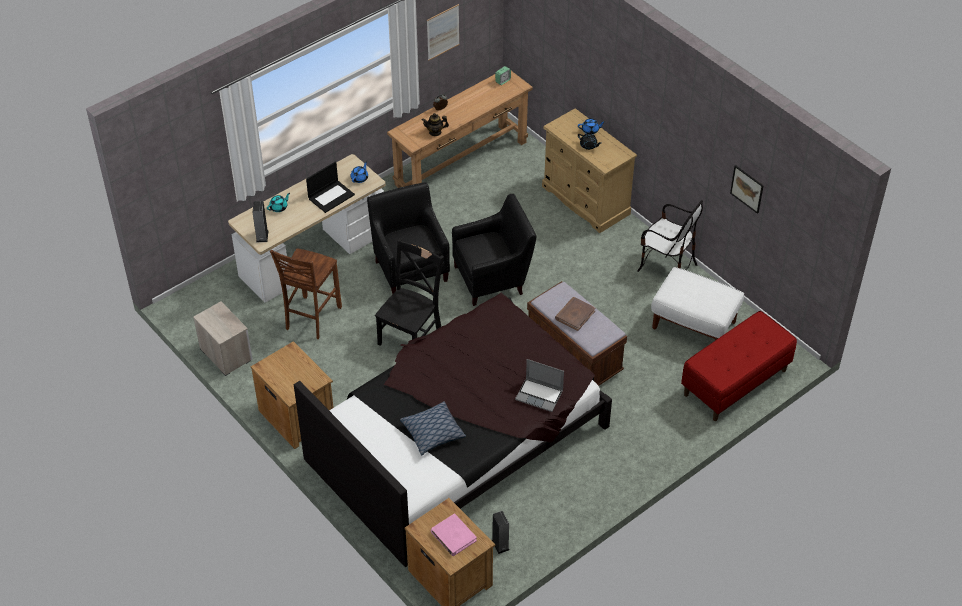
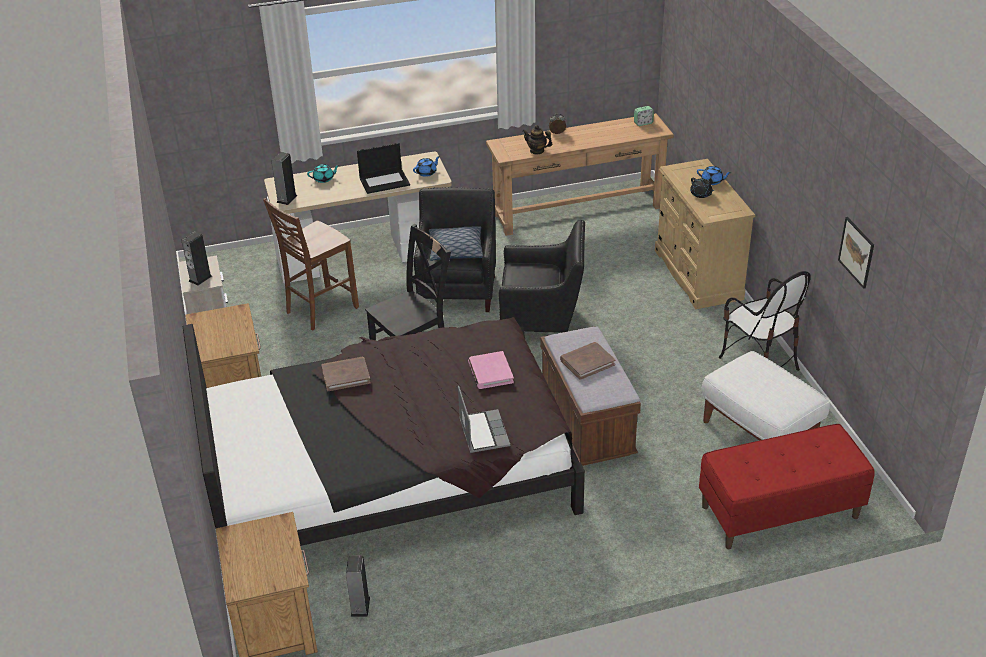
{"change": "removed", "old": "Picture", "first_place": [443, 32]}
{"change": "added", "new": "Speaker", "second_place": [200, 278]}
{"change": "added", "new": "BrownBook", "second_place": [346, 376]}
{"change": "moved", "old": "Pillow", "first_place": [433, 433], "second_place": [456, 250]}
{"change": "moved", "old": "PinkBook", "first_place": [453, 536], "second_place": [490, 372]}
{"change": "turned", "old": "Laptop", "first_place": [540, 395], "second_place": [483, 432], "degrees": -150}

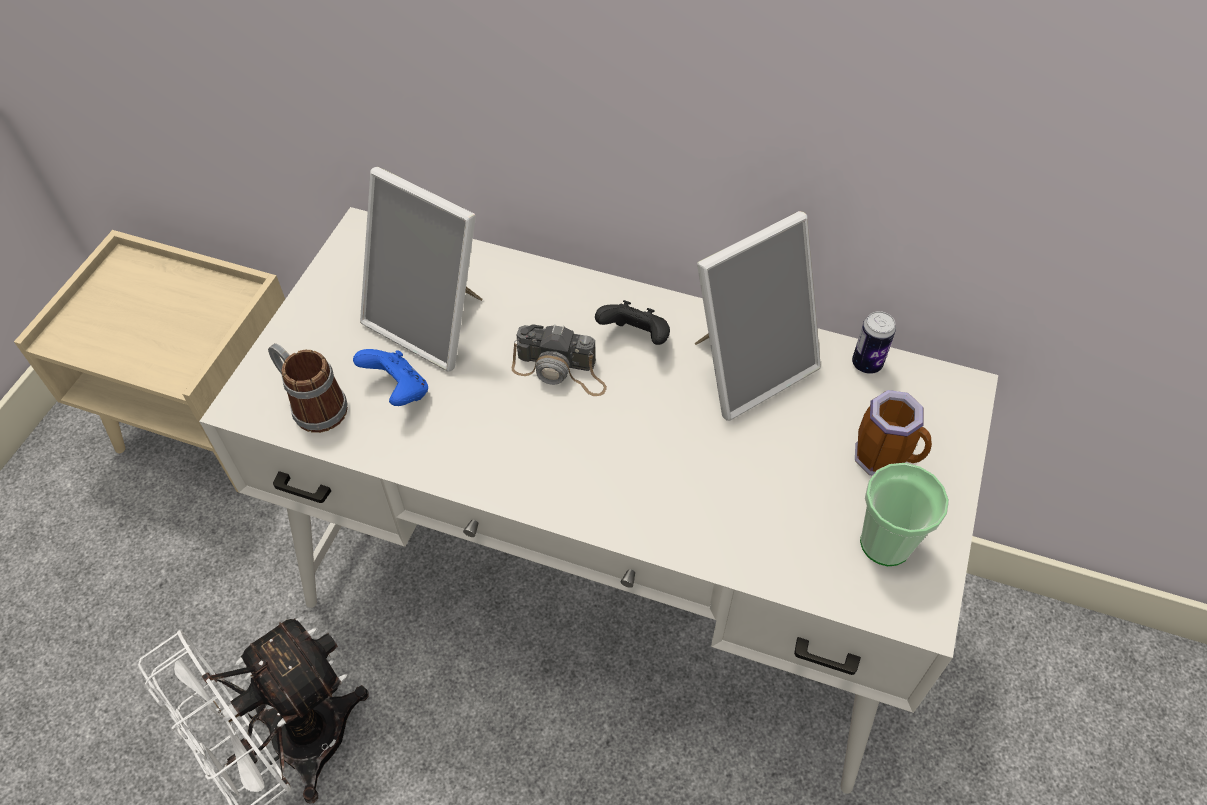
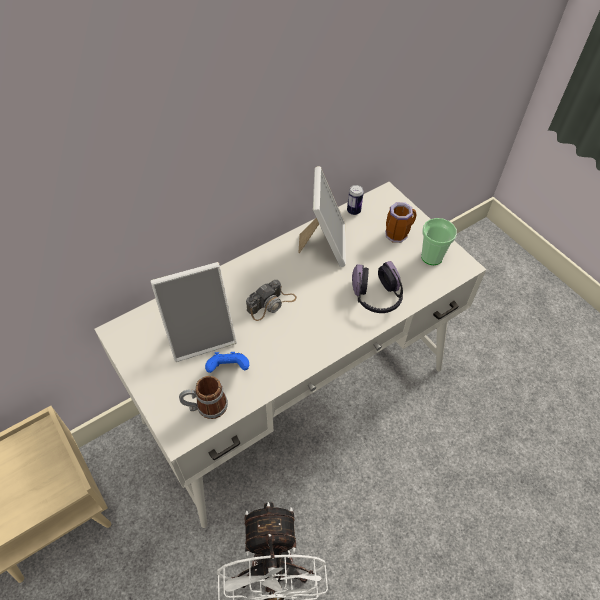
{"change": "removed", "old": "BlackGameController", "first_place": [635, 337]}
{"change": "added", "new": "Headphones", "second_place": [376, 296]}

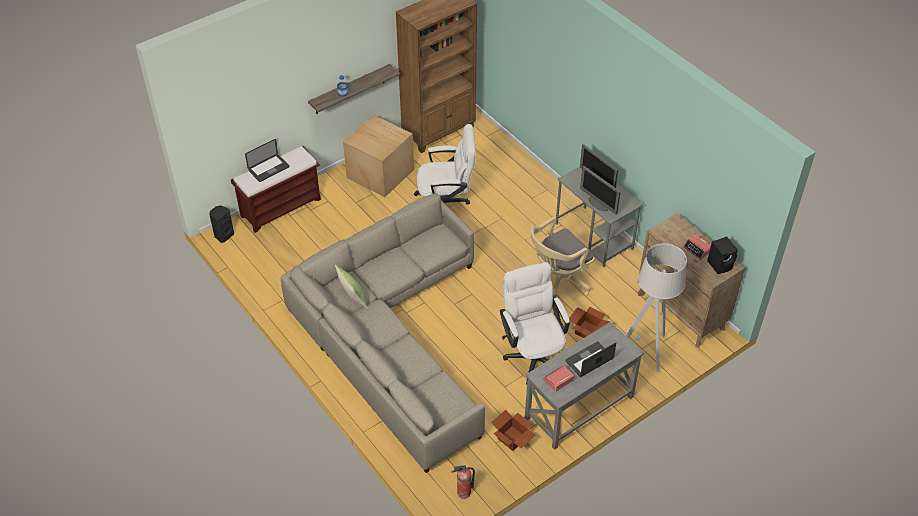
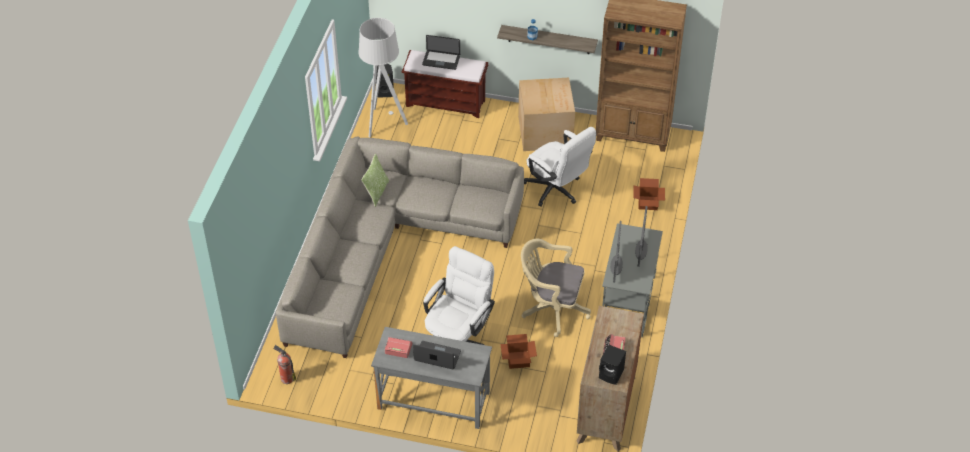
{"change": "moved", "old": "CardboardBox", "first_place": [512, 439], "second_place": [647, 203]}
{"change": "moved", "old": "GreyFloorLamp", "first_place": [647, 351], "second_place": [383, 123]}

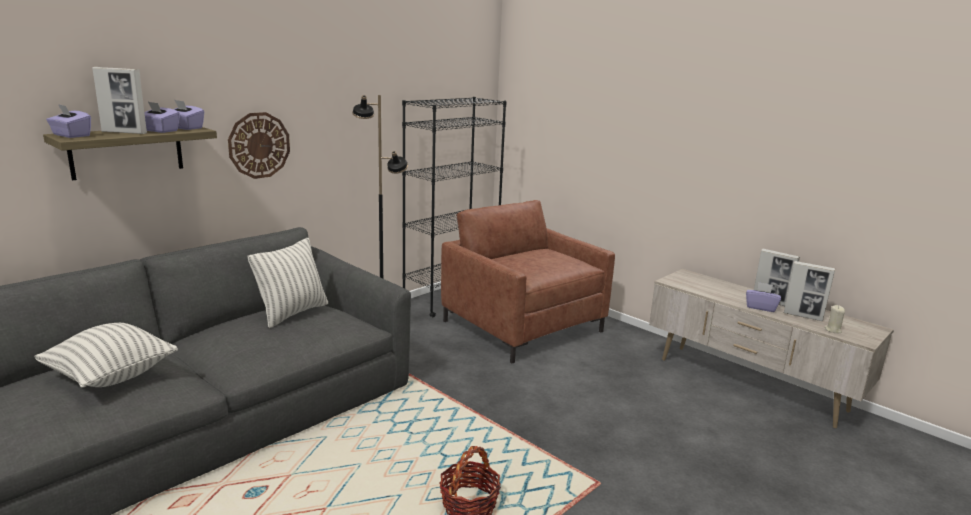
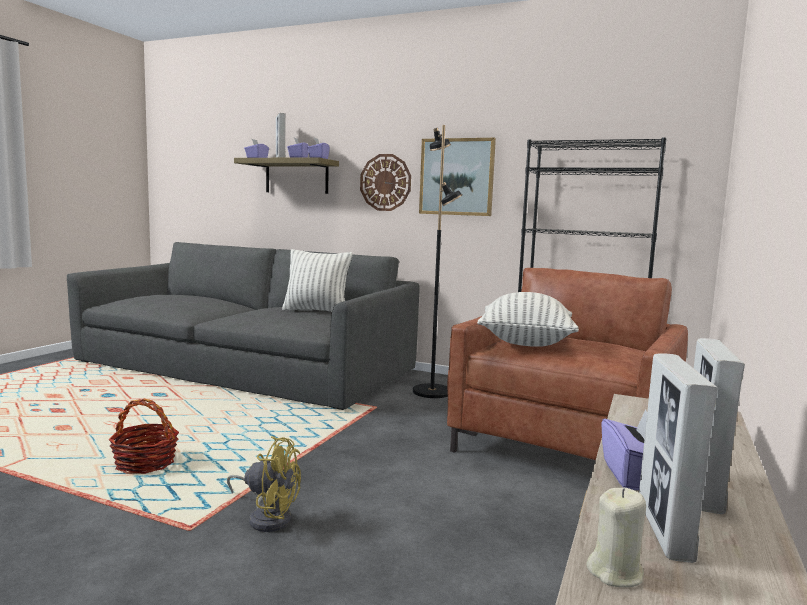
{"change": "added", "new": "YellowFan", "second_place": [267, 517]}
{"change": "added", "new": "Picture", "second_place": [457, 177]}
{"change": "moved", "old": "Pillow", "first_place": [111, 376], "second_place": [525, 343]}

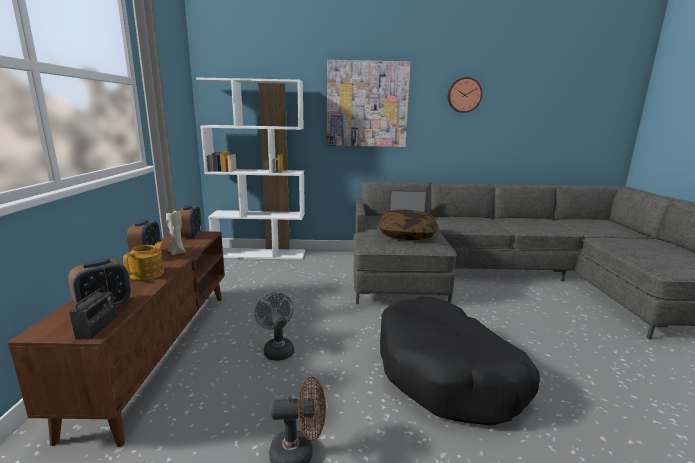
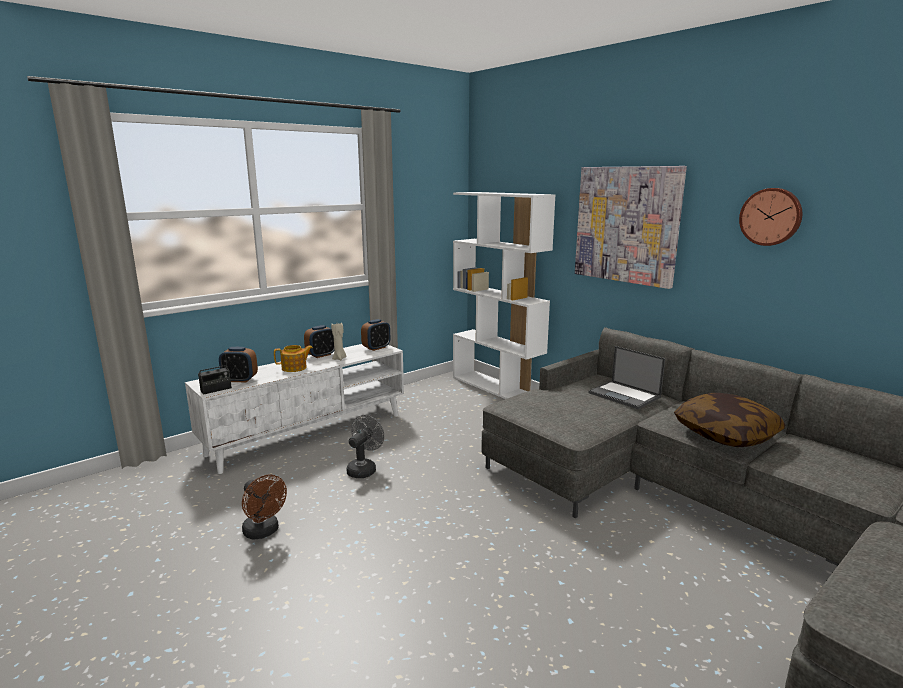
{"change": "removed", "old": "BlackDogBed", "first_place": [447, 373]}
{"change": "moved", "old": "Pillow", "first_place": [407, 235], "second_place": [726, 434]}
{"change": "recoloured", "old": "BrownTvStand", "new": "WhiteTvStand", "first_place": [160, 350], "second_place": [309, 433]}

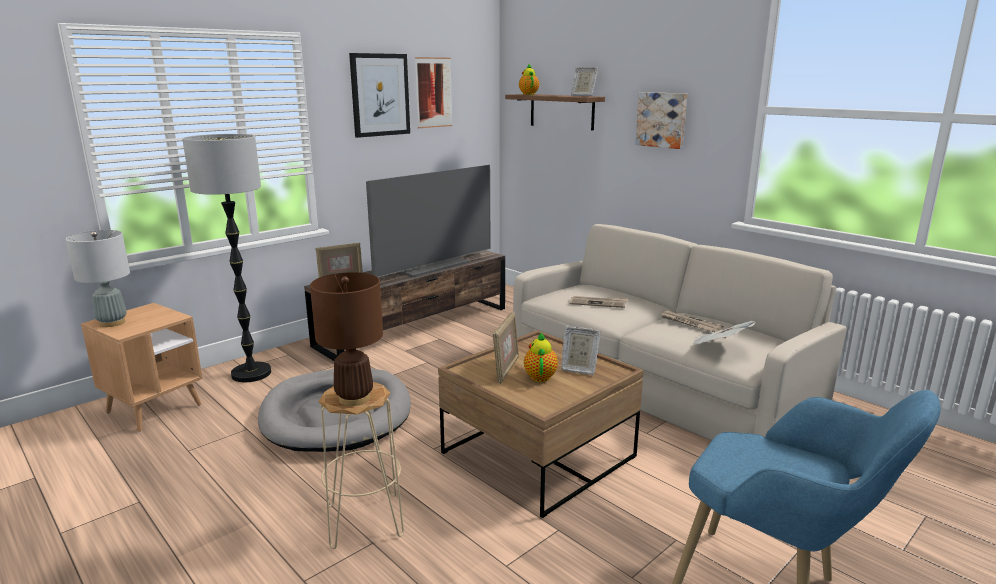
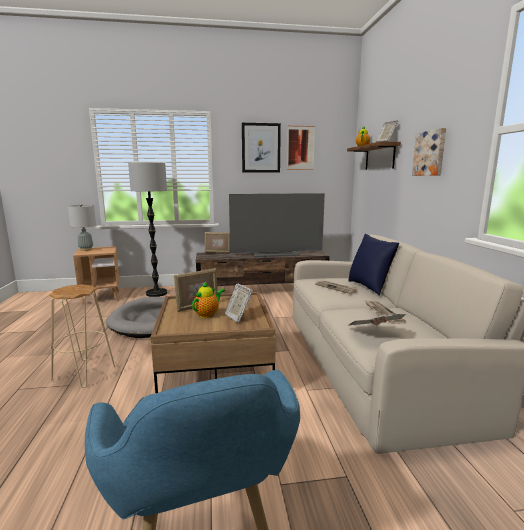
{"change": "removed", "old": "BrownTableLamp", "first_place": [354, 398]}
{"change": "added", "new": "BluePillow", "second_place": [369, 287]}

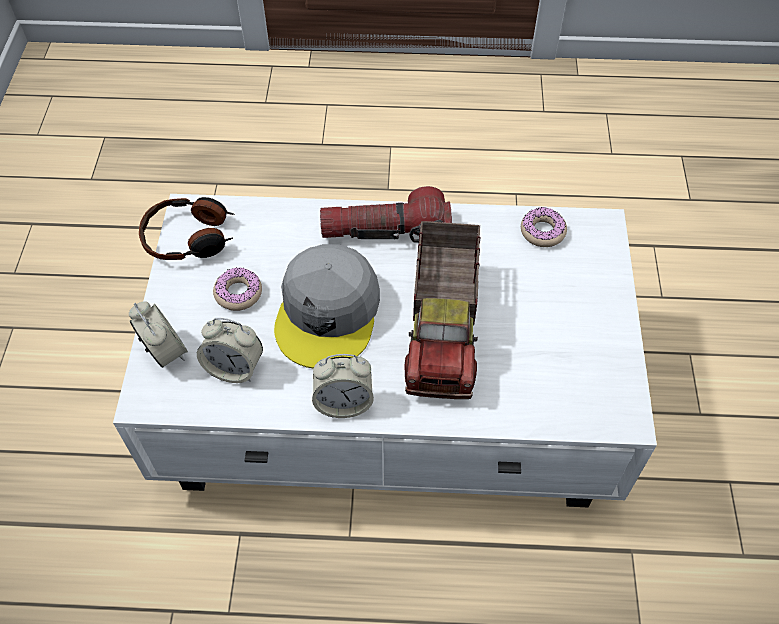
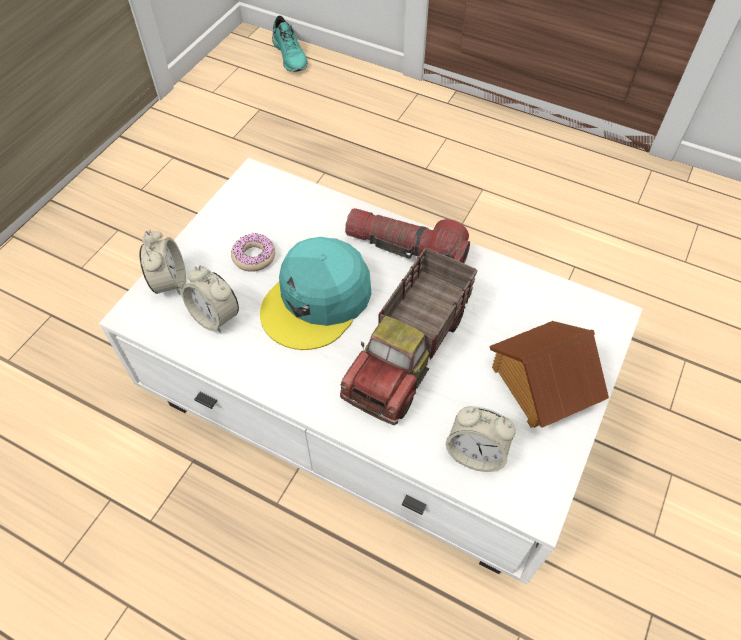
{"change": "removed", "old": "Headphones", "first_place": [189, 238]}
{"change": "removed", "old": "Donut", "first_place": [542, 232]}
{"change": "added", "new": "TurquoiseShoe", "second_place": [291, 56]}
{"change": "added", "new": "ToyHouse", "second_place": [540, 384]}
{"change": "moved", "old": "AlarmClock", "first_place": [343, 402], "second_place": [475, 453]}
{"change": "recoloured", "old": "GreyCap", "new": "TurquoiseCap", "first_place": [328, 312], "second_place": [317, 300]}

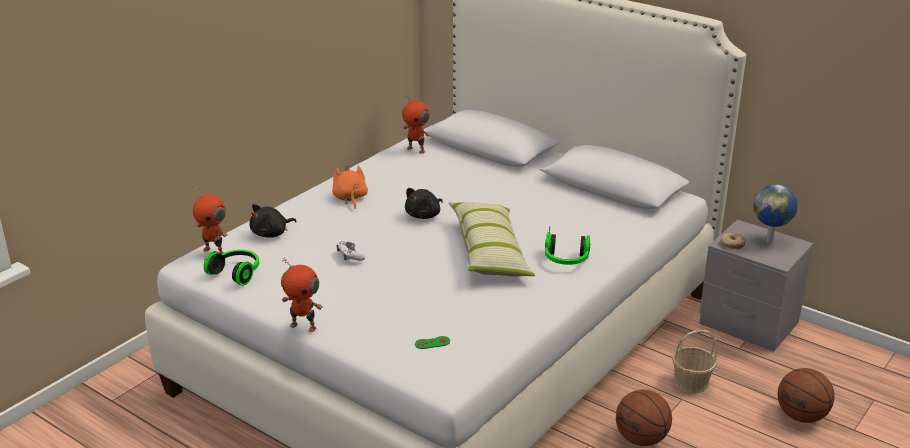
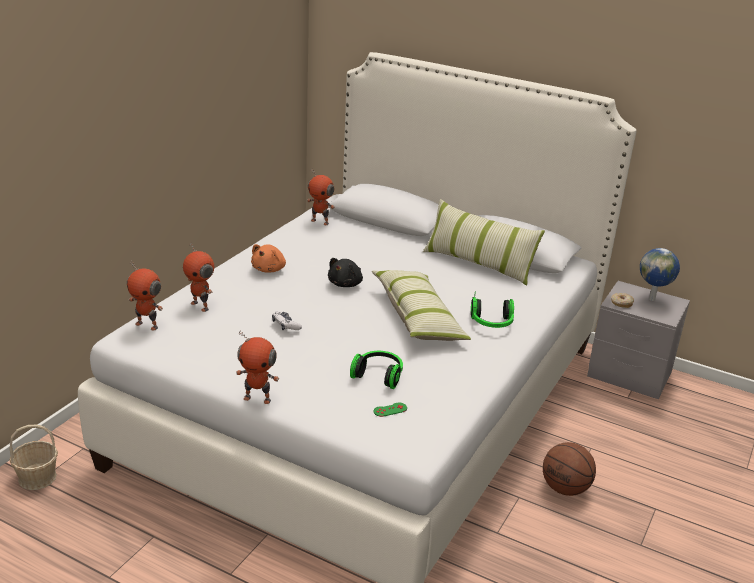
{"change": "removed", "old": "Basketball", "first_place": [802, 416]}
{"change": "added", "new": "Pillow", "second_place": [478, 263]}
{"change": "moved", "old": "Headphones", "first_place": [237, 273], "second_place": [379, 375]}
{"change": "moved", "old": "Basket", "first_place": [691, 382], "second_place": [37, 477]}
{"change": "replaced", "old": "BlackPlushToy", "new": "ToyRobot", "first_place": [271, 234], "second_place": [201, 306]}
{"change": "turned", "old": "OrangePlushToy", "first_place": [350, 198], "second_place": [269, 269], "degrees": -135}

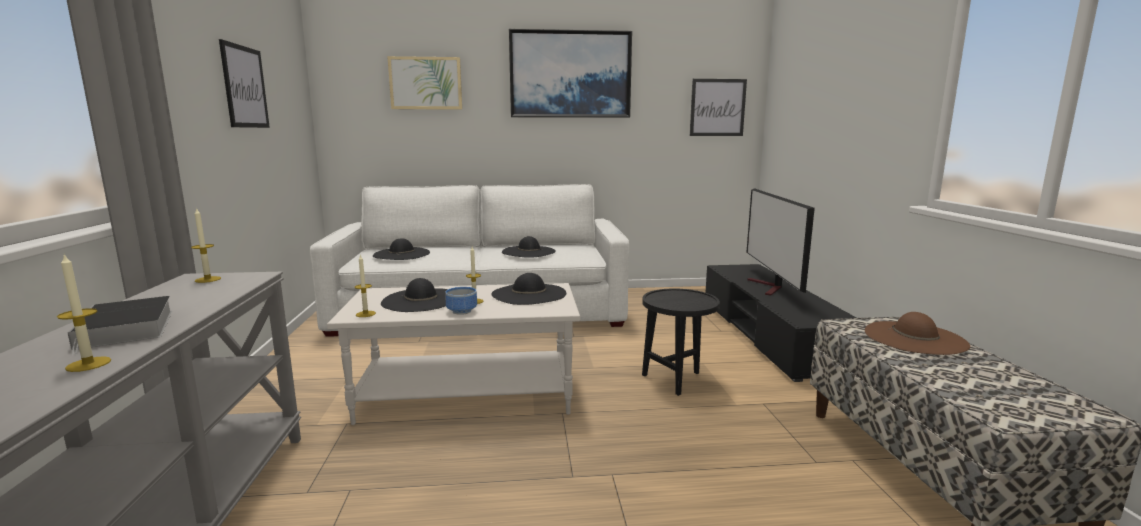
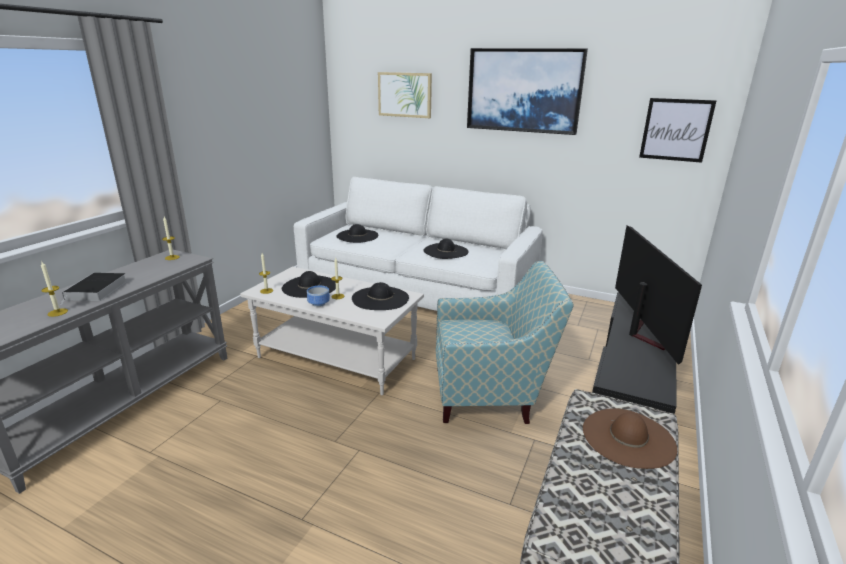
{"change": "removed", "old": "Picture", "first_place": [245, 87]}
{"change": "replaced", "old": "BlackSideTable", "new": "Armchair", "first_place": [676, 379], "second_place": [491, 393]}
{"change": "turned", "old": "Television", "first_place": [770, 287], "second_place": [640, 334], "degrees": 150}

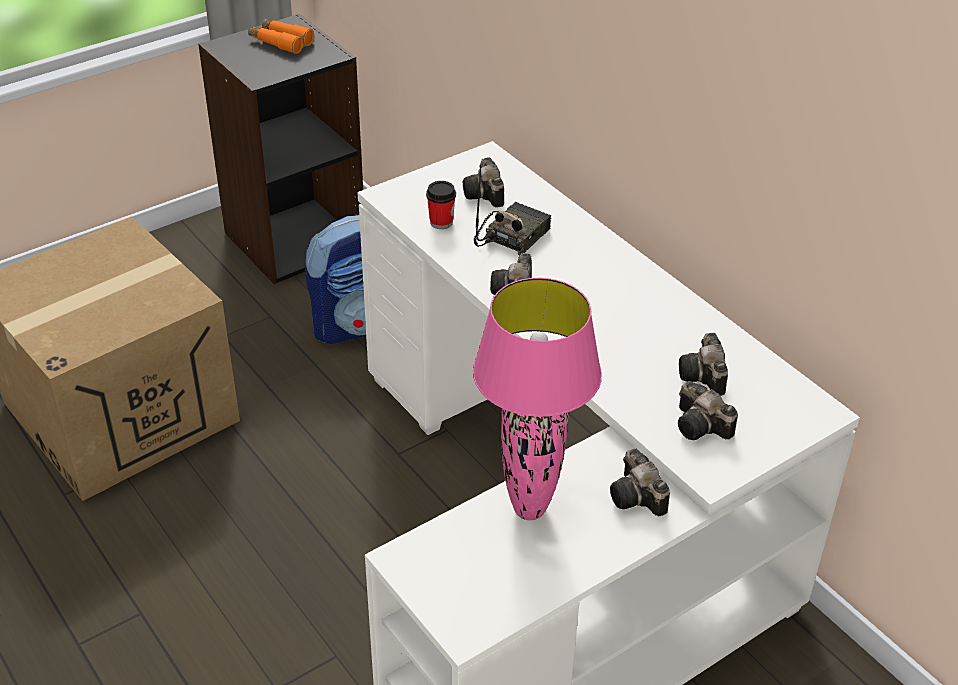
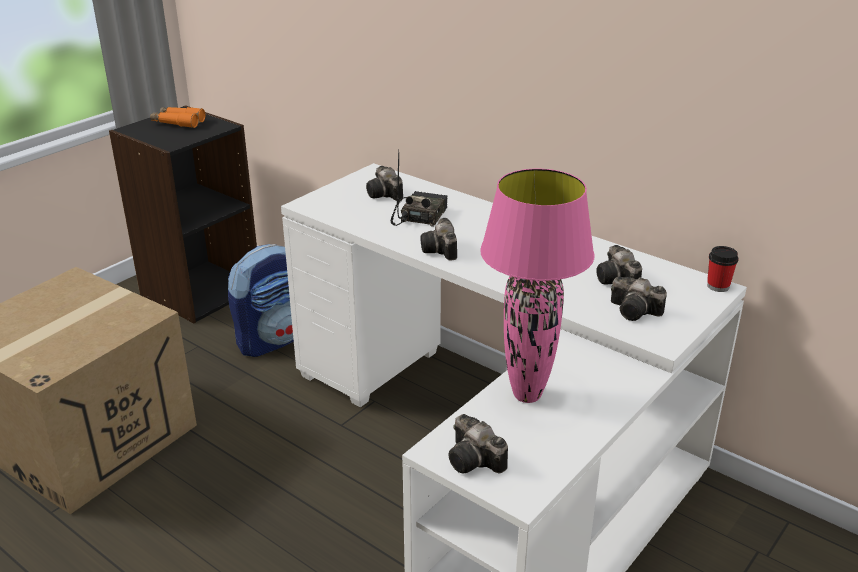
{"change": "moved", "old": "Cup", "first_place": [441, 222], "second_place": [718, 286]}
{"change": "moved", "old": "PhotoCamera", "first_place": [638, 498], "second_place": [476, 461]}

